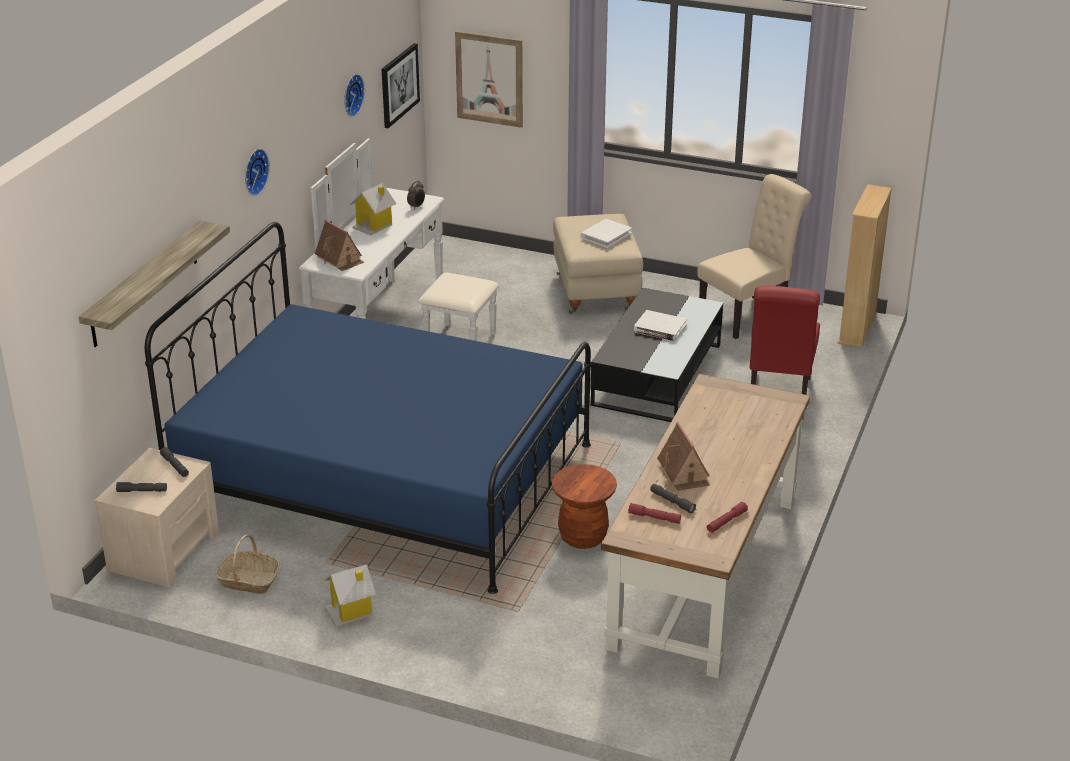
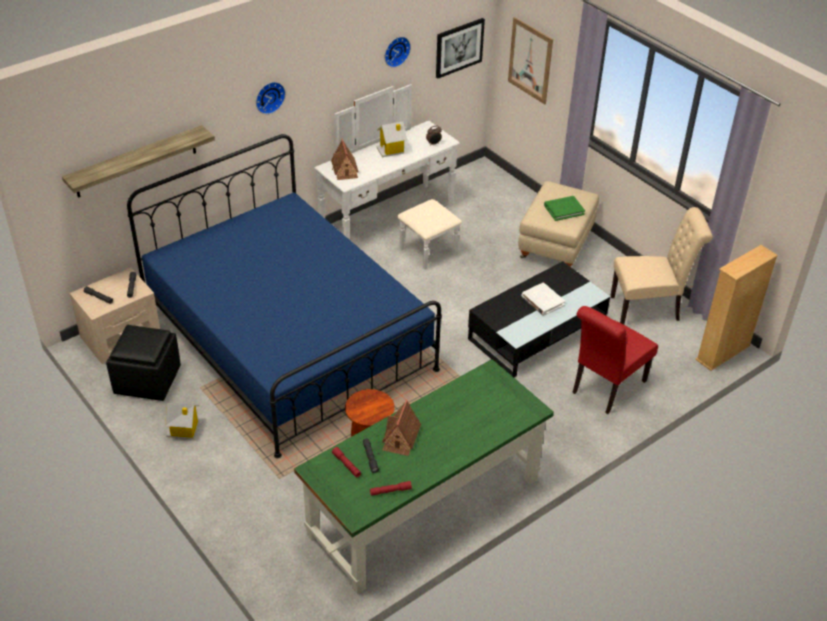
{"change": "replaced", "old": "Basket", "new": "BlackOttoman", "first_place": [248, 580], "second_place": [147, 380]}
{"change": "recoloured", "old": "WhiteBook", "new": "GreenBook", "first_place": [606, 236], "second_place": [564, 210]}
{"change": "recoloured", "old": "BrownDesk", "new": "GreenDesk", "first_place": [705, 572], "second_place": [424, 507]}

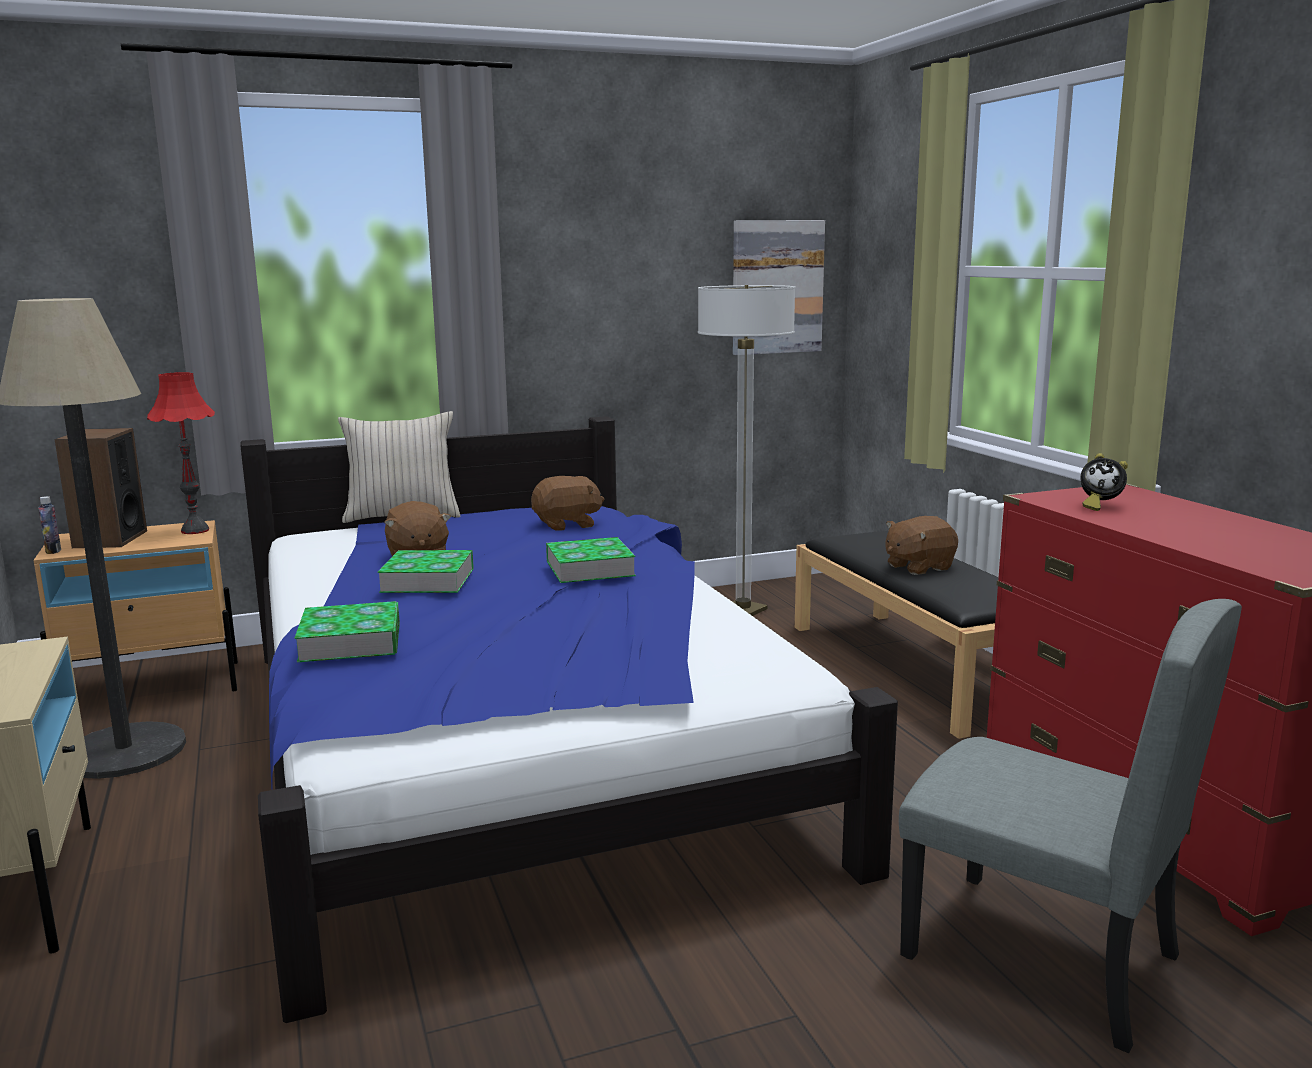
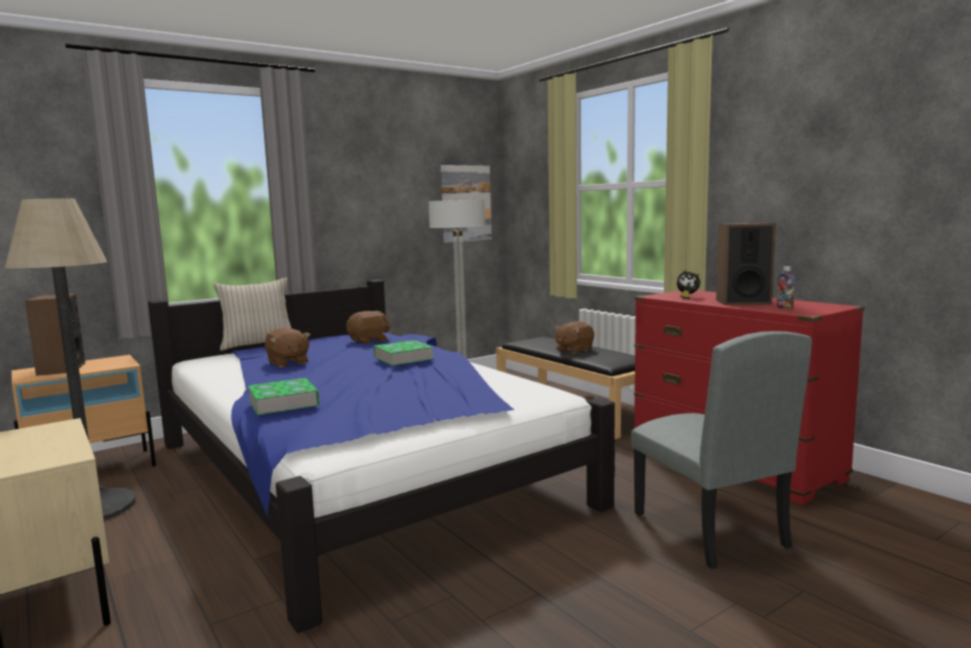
{"change": "removed", "old": "RedTableLamp", "first_place": [195, 531]}
{"change": "removed", "old": "Book", "first_place": [428, 580]}
{"change": "added", "new": "Speaker", "second_place": [742, 302]}
{"change": "moved", "old": "Bottle", "first_place": [53, 551], "second_place": [784, 308]}
{"change": "turned", "old": "GreyChair", "first_place": [1039, 956], "second_place": [708, 530], "degrees": 45}

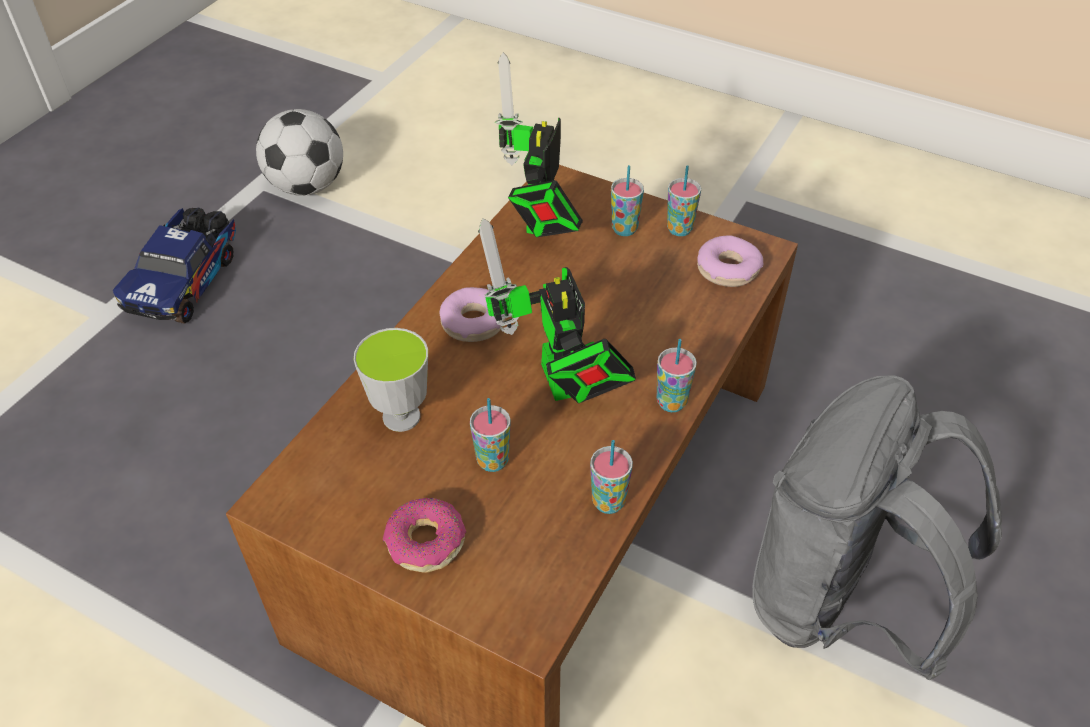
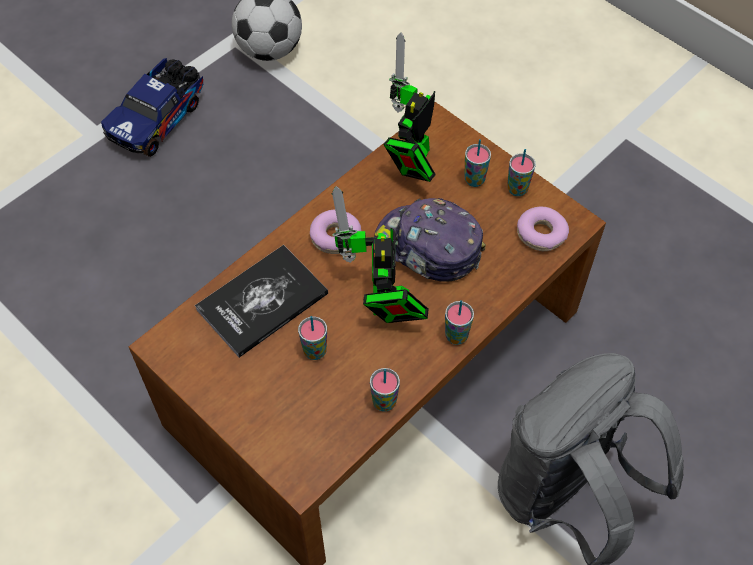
{"change": "removed", "old": "Donut", "first_place": [425, 542]}
{"change": "added", "new": "Cap", "second_place": [428, 247]}
{"change": "replaced", "old": "Cup", "new": "Book", "first_place": [401, 417], "second_place": [262, 302]}

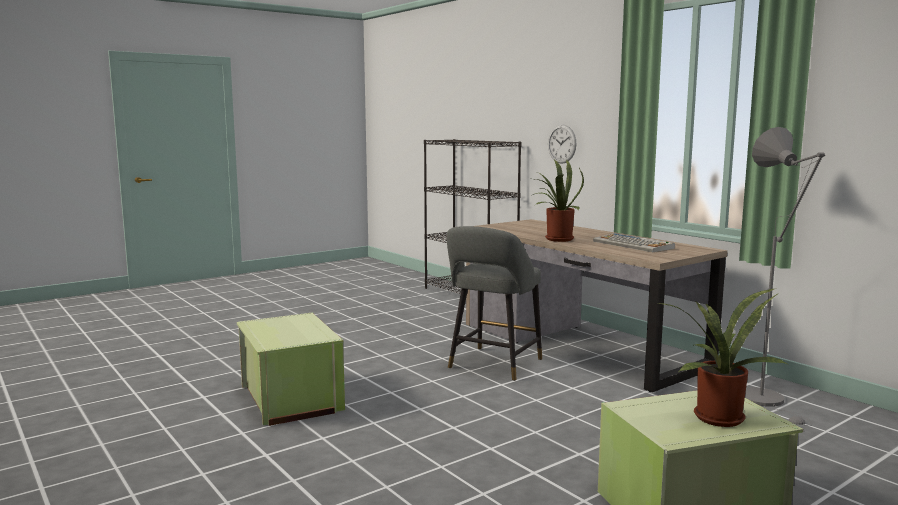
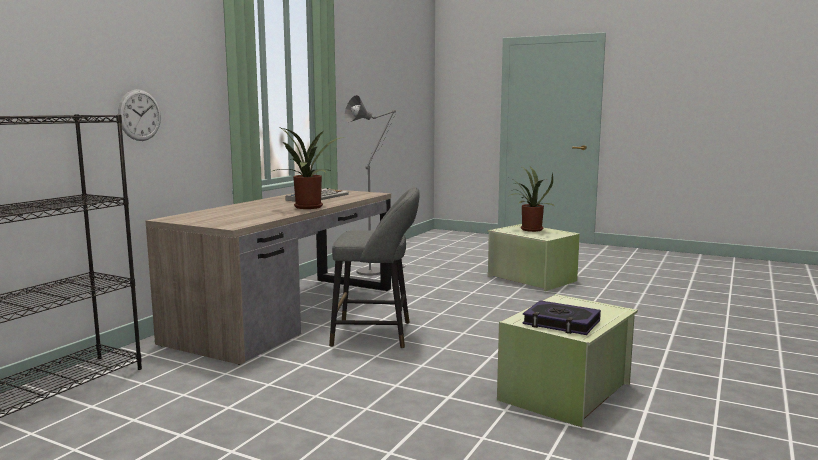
{"change": "added", "new": "Book", "second_place": [561, 323]}

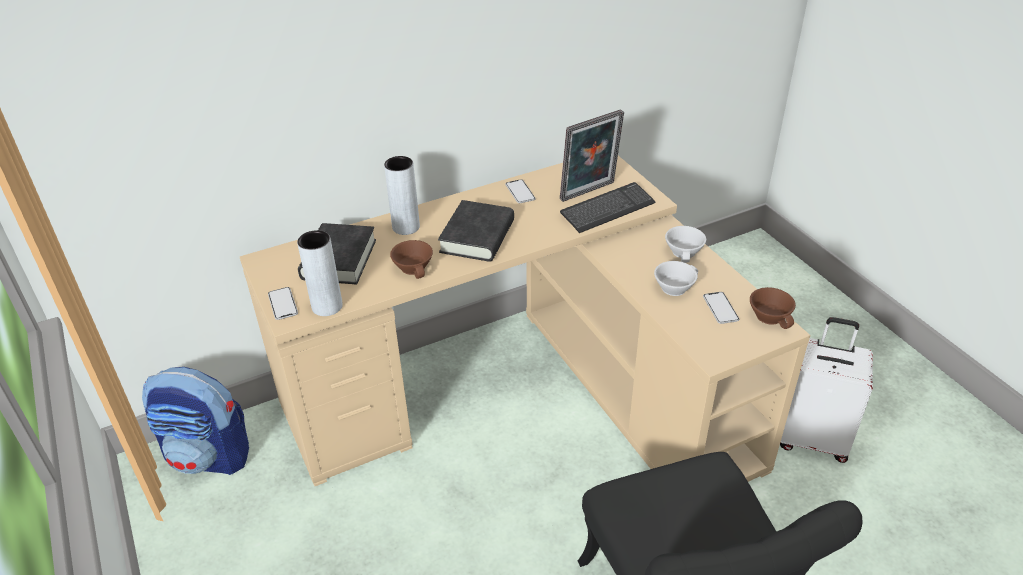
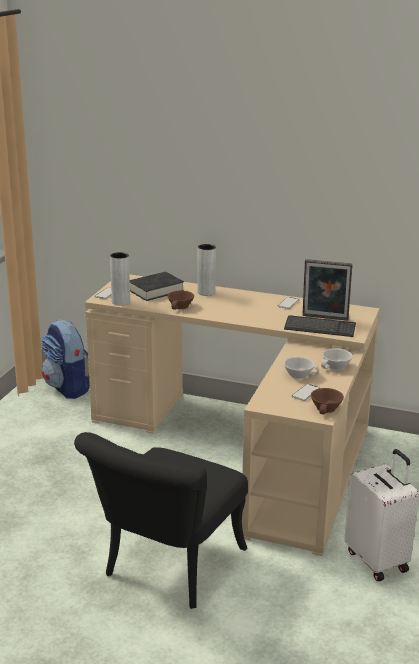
{"change": "removed", "old": "BlackBook", "first_place": [477, 237]}

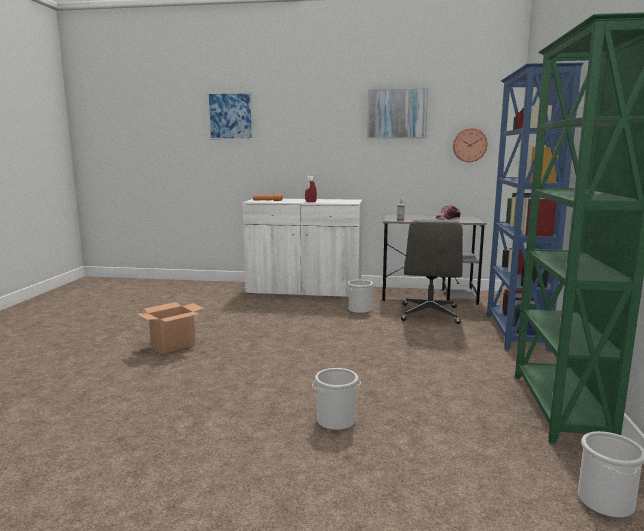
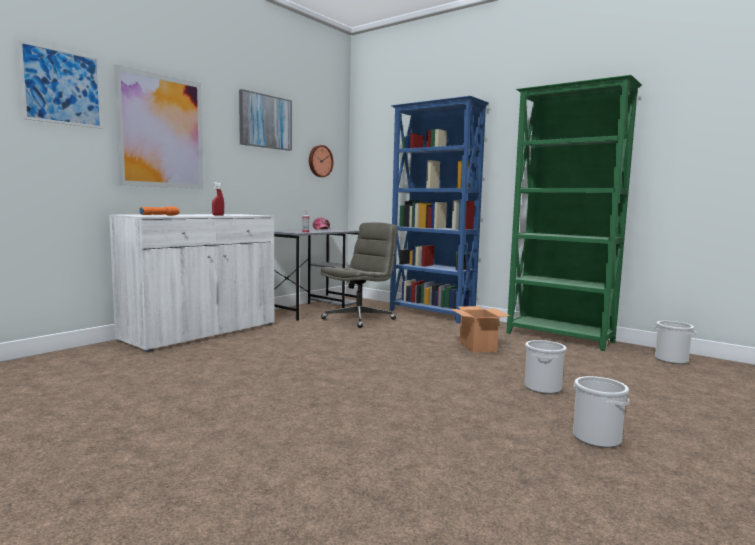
{"change": "added", "new": "Picture", "second_place": [161, 131]}
{"change": "moved", "old": "CardboardBox", "first_place": [173, 345], "second_place": [477, 347]}
{"change": "moved", "old": "Bucket", "first_place": [359, 310], "second_place": [597, 438]}
{"change": "turned", "old": "GreyOfficeChair", "first_place": [430, 314], "second_place": [359, 319], "degrees": -90}

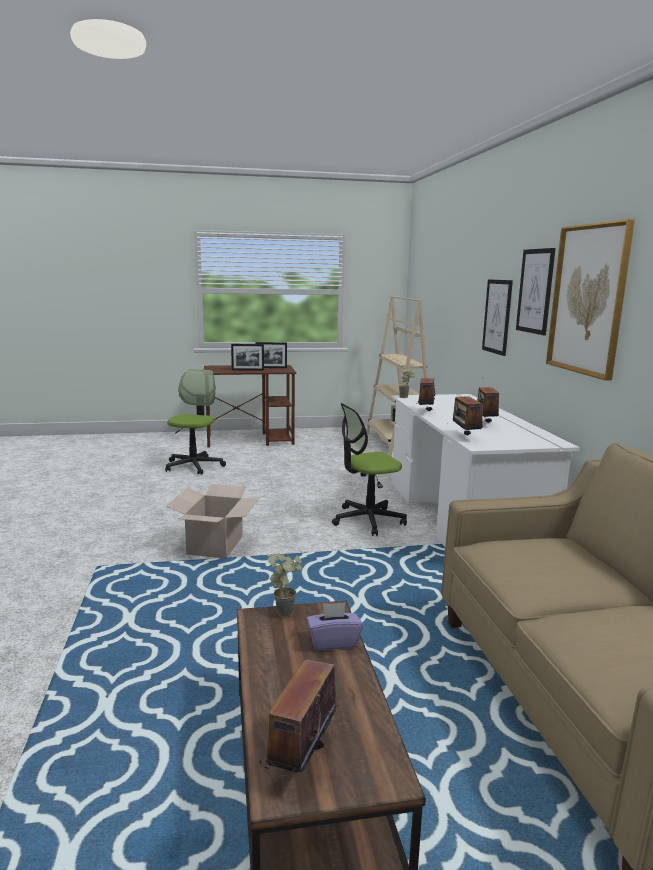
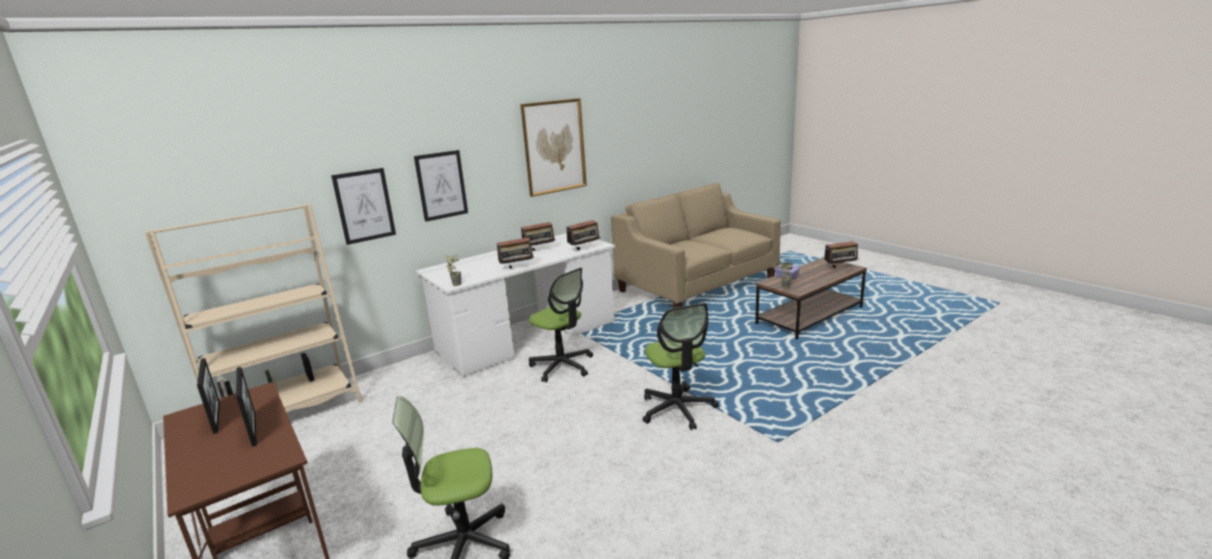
{"change": "moved", "old": "Picture", "first_place": [535, 291], "second_place": [364, 206]}
{"change": "replaced", "old": "CardboardBox", "new": "OfficeChair", "first_place": [215, 545], "second_place": [677, 409]}

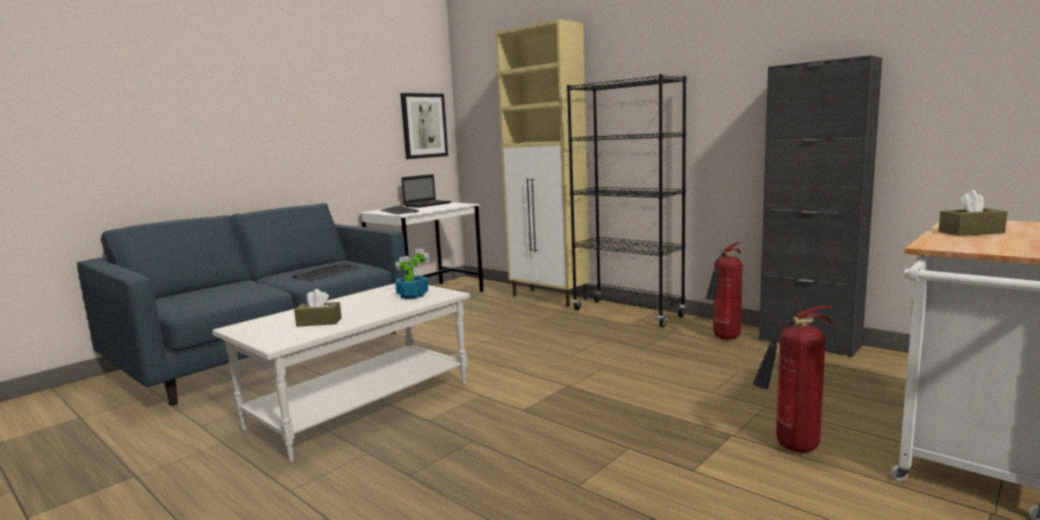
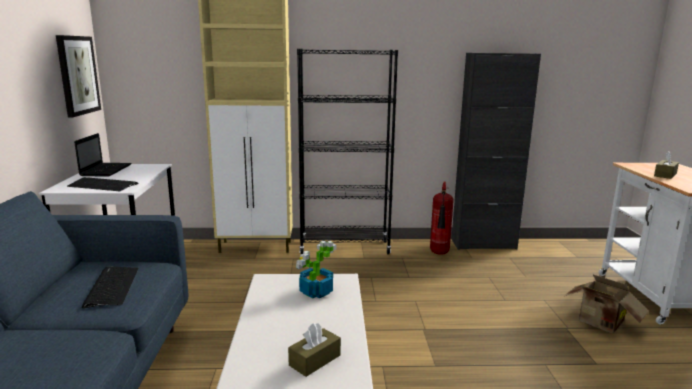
{"change": "replaced", "old": "FireExtinguisher", "new": "CardboardBox", "first_place": [792, 448], "second_place": [601, 324]}

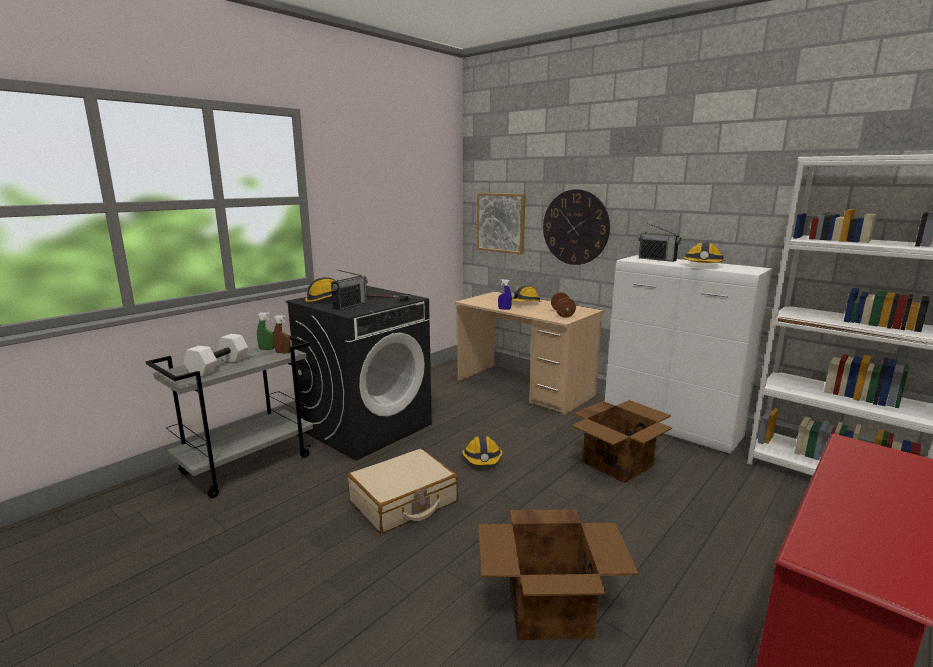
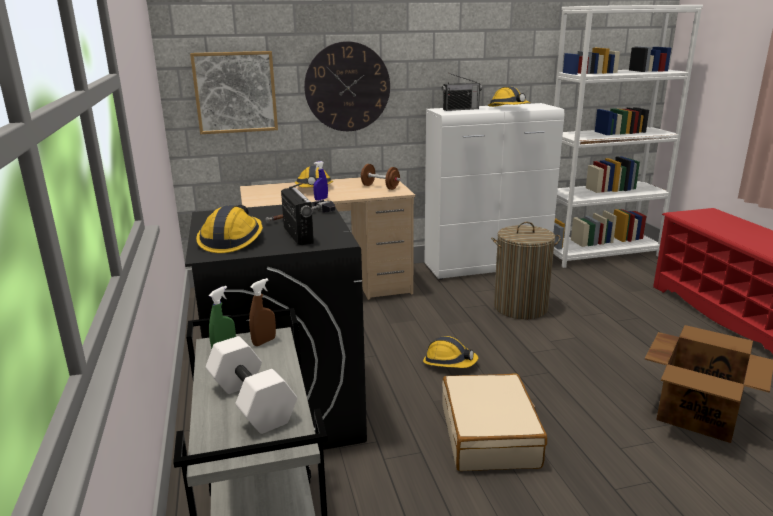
{"change": "replaced", "old": "CardboardBox", "new": "LaundryBasket", "first_place": [618, 463], "second_place": [520, 307]}

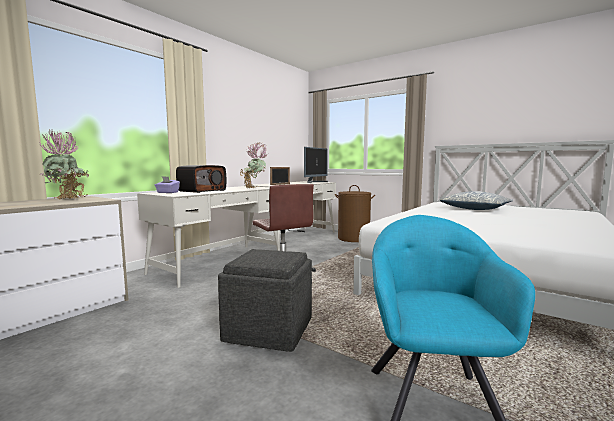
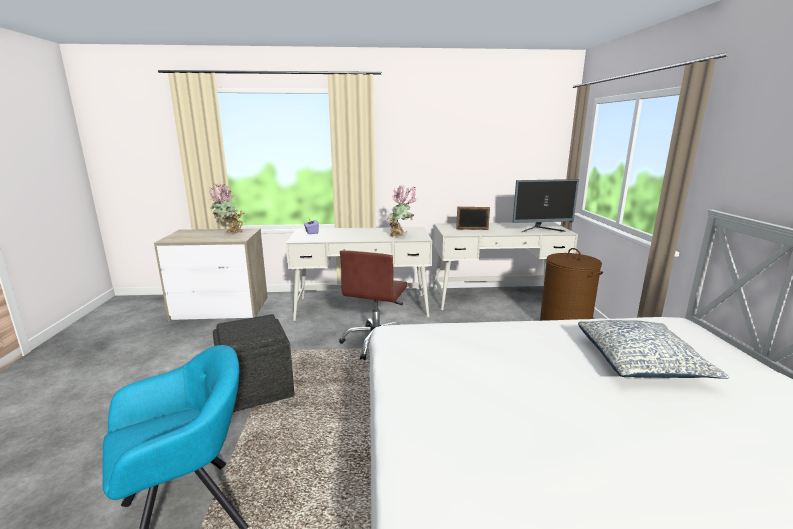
{"change": "removed", "old": "Radio", "first_place": [202, 190]}

